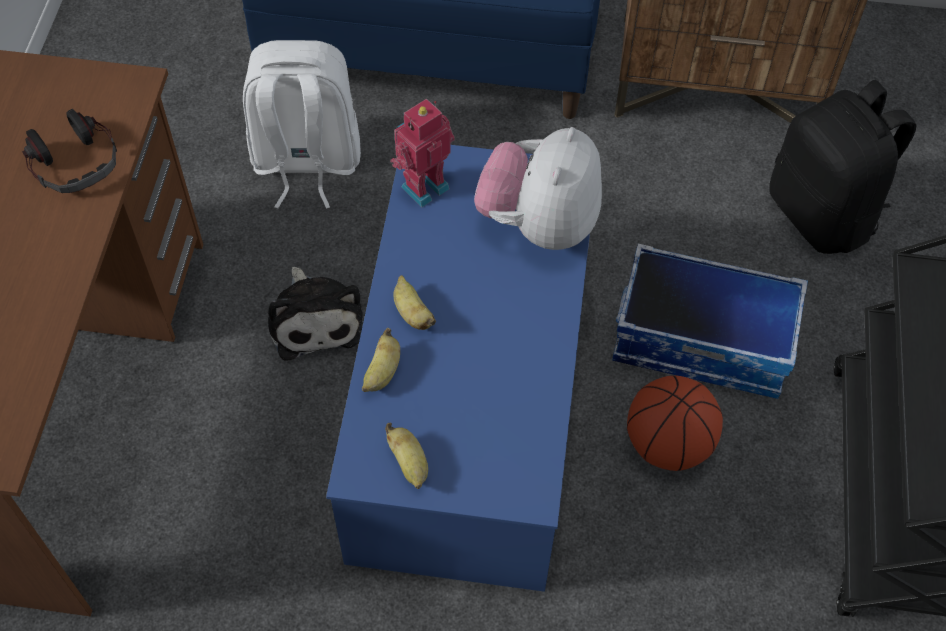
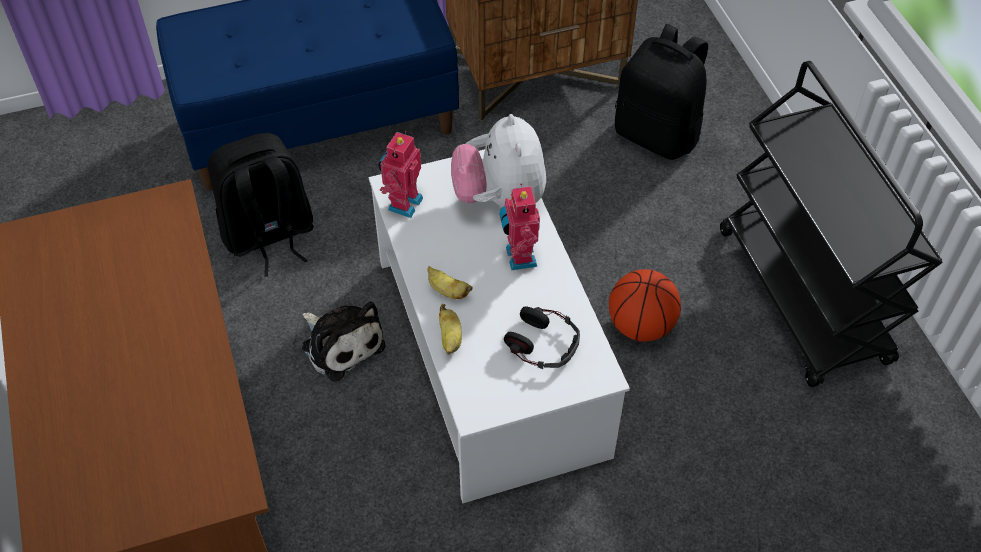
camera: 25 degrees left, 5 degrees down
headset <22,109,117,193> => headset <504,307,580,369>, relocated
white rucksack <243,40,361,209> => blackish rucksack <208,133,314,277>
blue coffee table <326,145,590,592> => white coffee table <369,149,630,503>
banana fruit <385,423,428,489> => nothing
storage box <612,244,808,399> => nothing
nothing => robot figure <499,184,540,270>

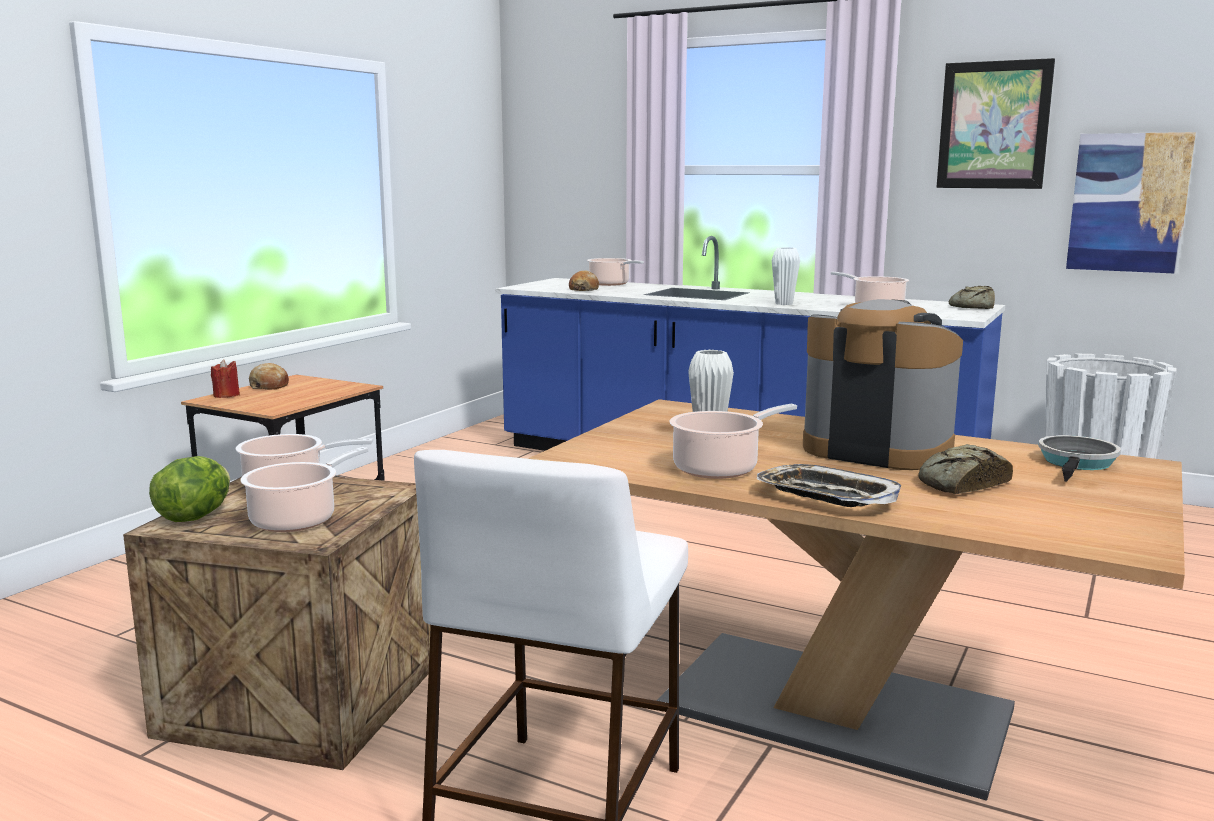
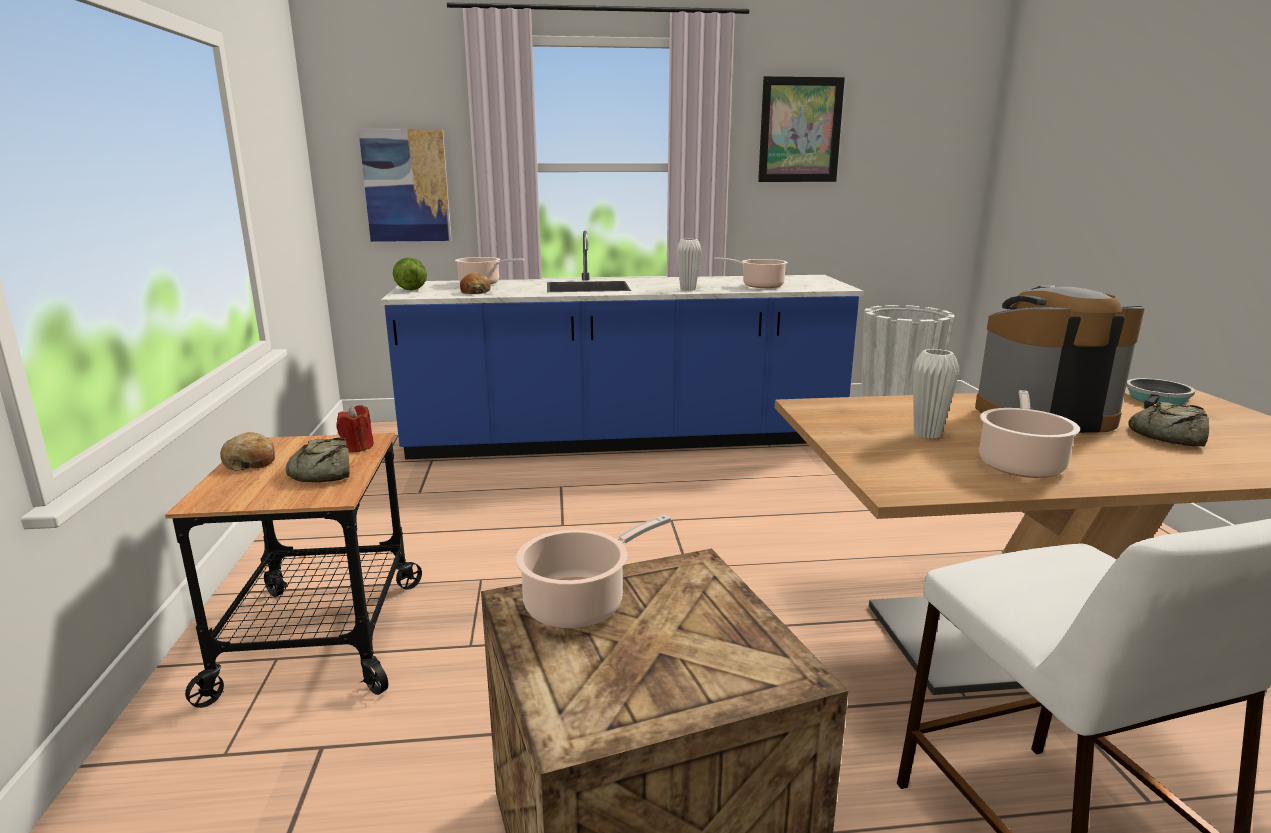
camera: 35 degrees left, 5 degrees up
lettuce <149,456,230,522> => lettuce <393,257,427,290>, relocated
red-coloured wax candle <211,359,240,398> => red-coloured wax candle <336,405,374,452>, relocated
saucepot <240,447,369,532> => nothing
serving tray <757,464,901,507> => nothing
bakery bread <949,286,995,309> => bakery bread <286,438,350,482>, relocated
pan <1039,435,1121,482> => pan <1126,378,1195,409>, 45 degrees clockwise
wall art <1066,132,1196,274> => wall art <358,129,451,242>, relocated

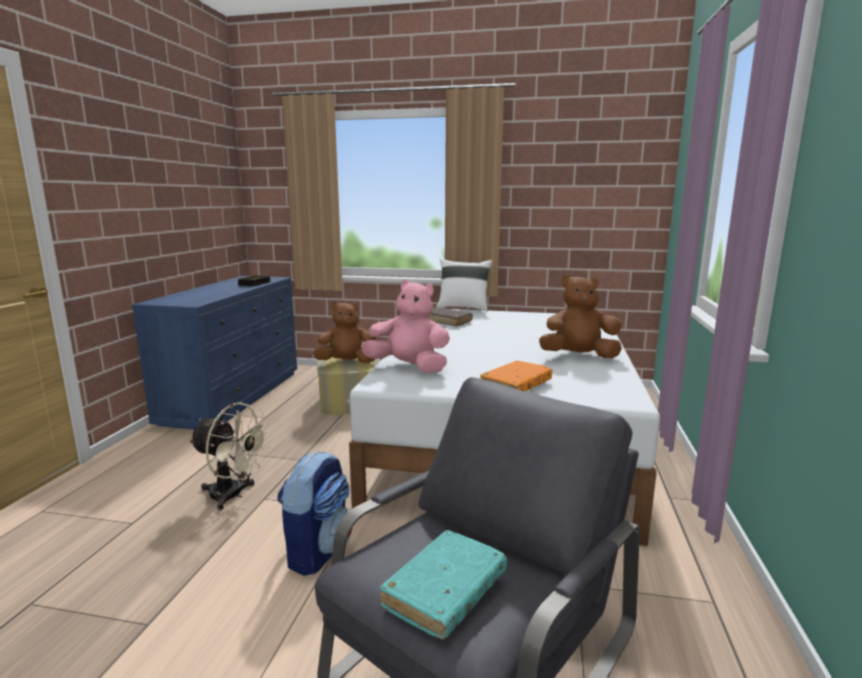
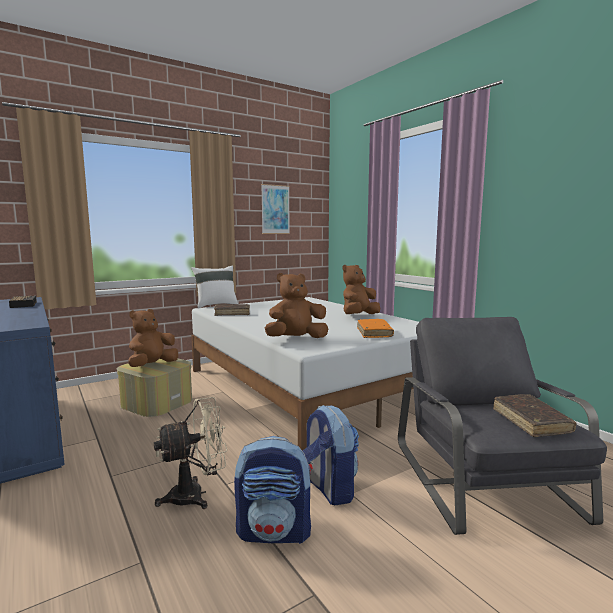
camera: 45 degrees left, 5 degrees down
pink-coloured plush toy <361,280,450,373> => brown-coloured plush toy <265,273,328,338>
turquoise-coloured volume <379,530,507,640> => brown-coloured volume <493,394,576,437>
nothing => rucksack <234,436,313,544>
nothing => wall art <261,184,290,234>

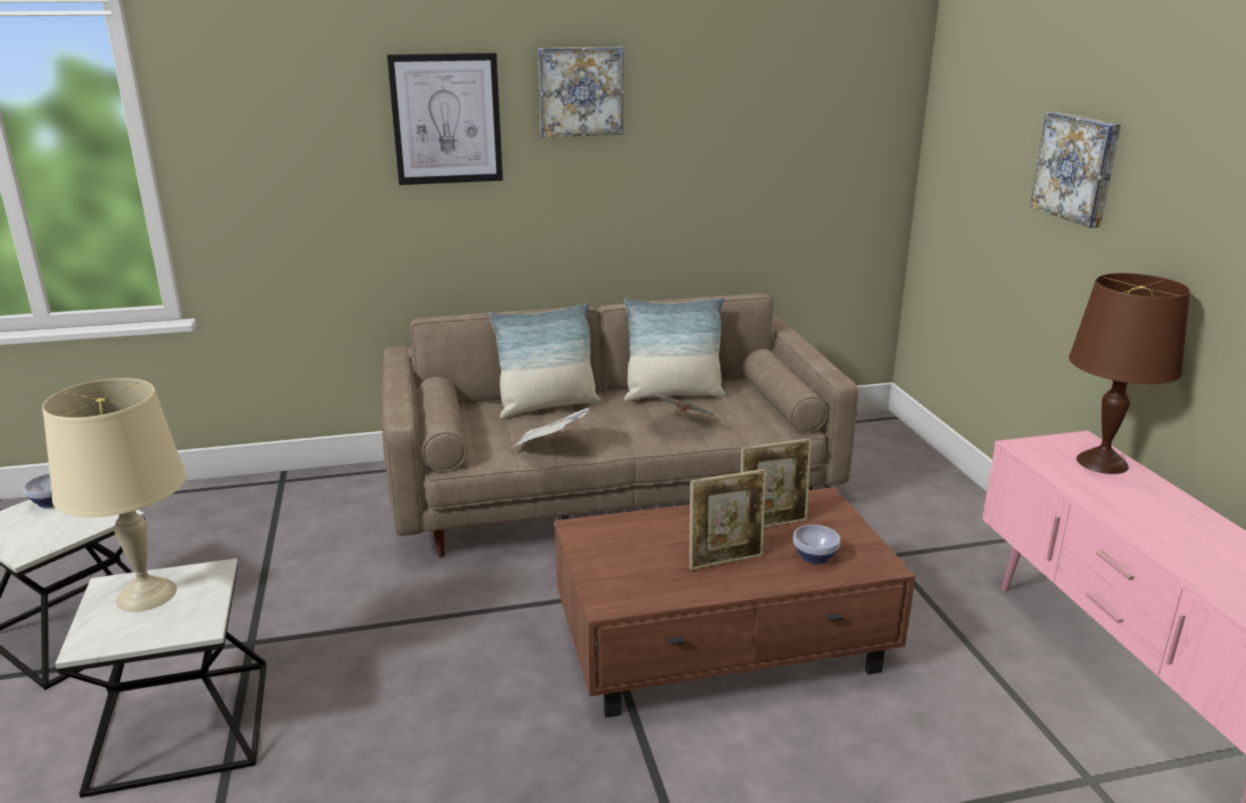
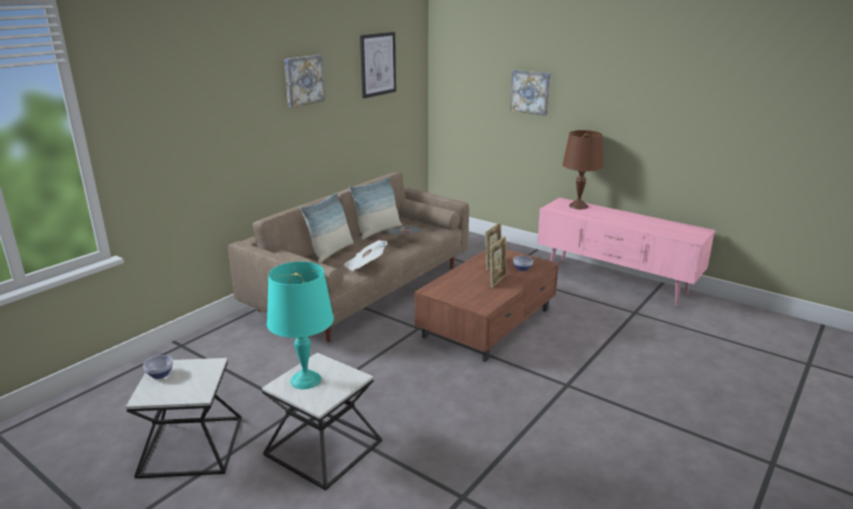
camera: 40 degrees left, 0 degrees up
beige lamp for a table <42,378,186,612> => turquoise-coloured lamp for a table <267,261,334,389>
wall art <387,53,503,185> => wall art <360,32,396,98>, relocated

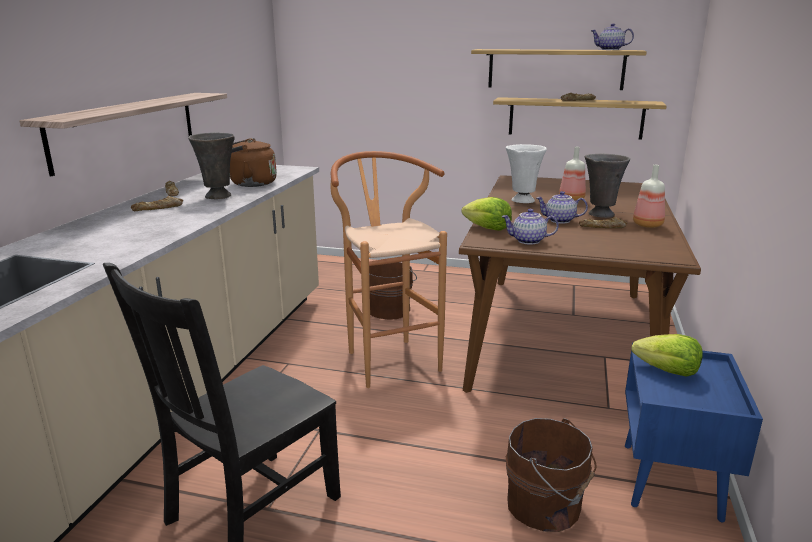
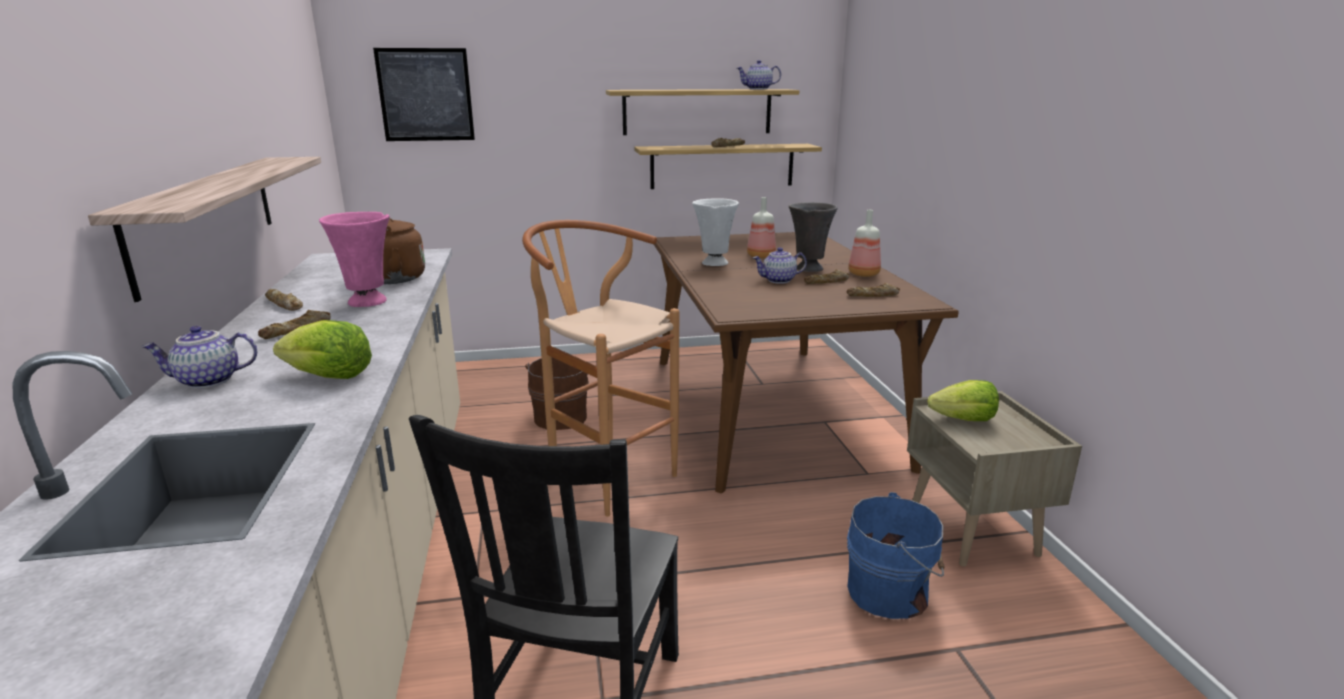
camera: 25 degrees left, 0 degrees up
gray flower vase <188,133,235,200> => pink-coloured flower vase <319,212,389,307>
lettuce <462,197,512,231> => lettuce <273,320,372,379>, relocated
tea pot <501,209,559,245> => tea pot <142,326,257,389>, relocated
brown-coloured pail <506,418,597,532> => blue pail <847,492,944,619>
blue night table <625,343,763,522> => beige night table <907,391,1082,566>
nothing => wall art <373,48,475,141>
nothing => bakery bread <847,283,900,297>

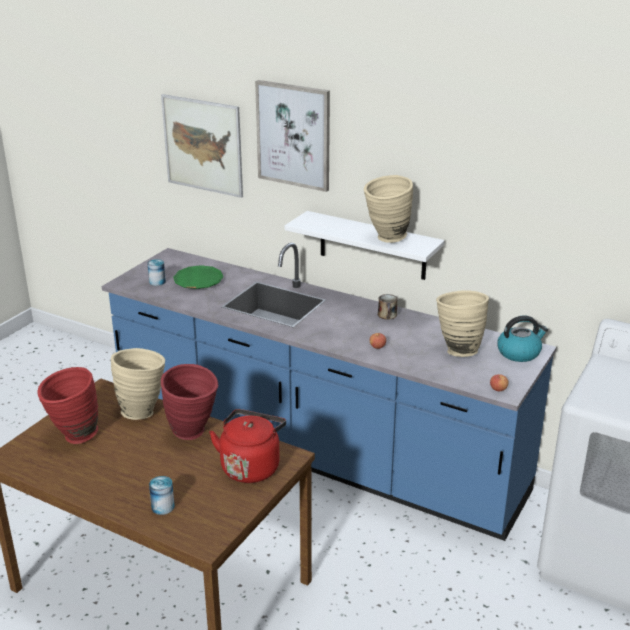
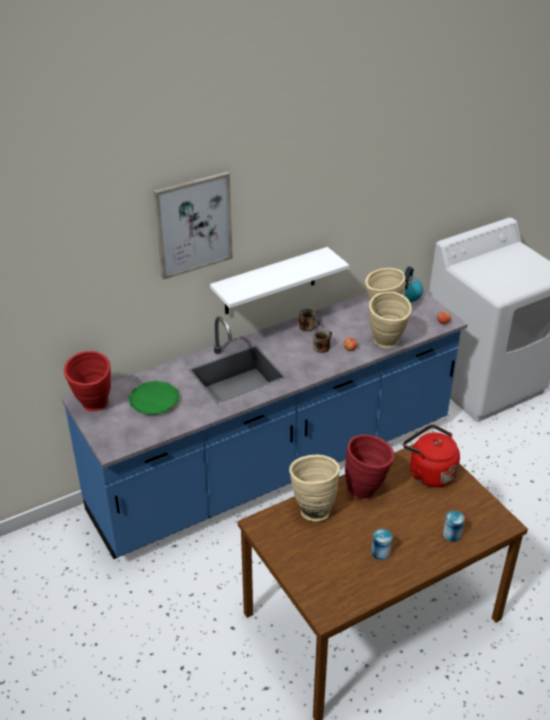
camera: 60 degrees left, 10 degrees up
red-coloured flower vase <37,367,98,444> => red-coloured flower vase <64,351,111,412>, relocated
can <147,259,166,286> => can <372,529,392,560>, relocated
wall art <161,94,243,198> => nothing
beige flower vase <364,175,413,243> => beige flower vase <369,292,412,348>, relocated
nothing => coffee mug <313,329,332,353>

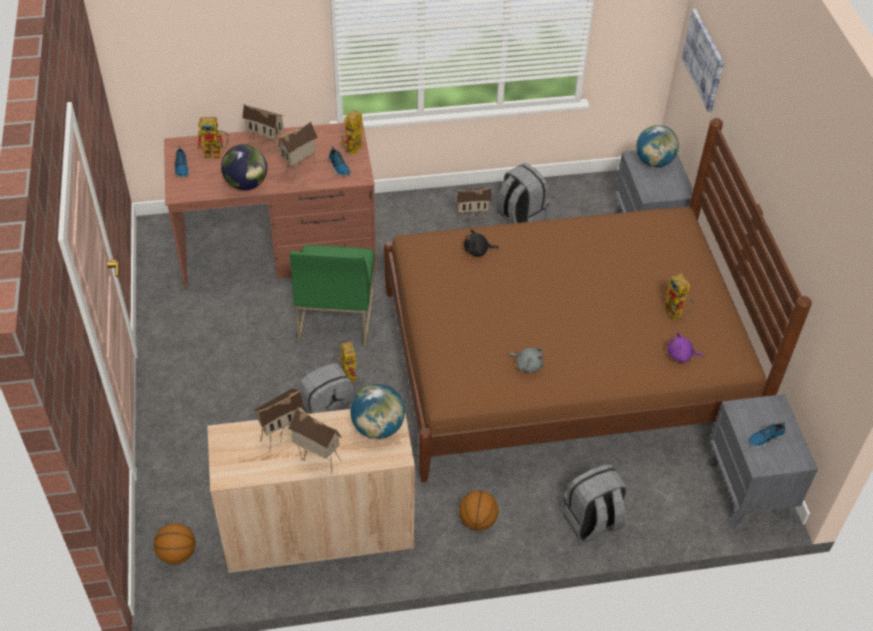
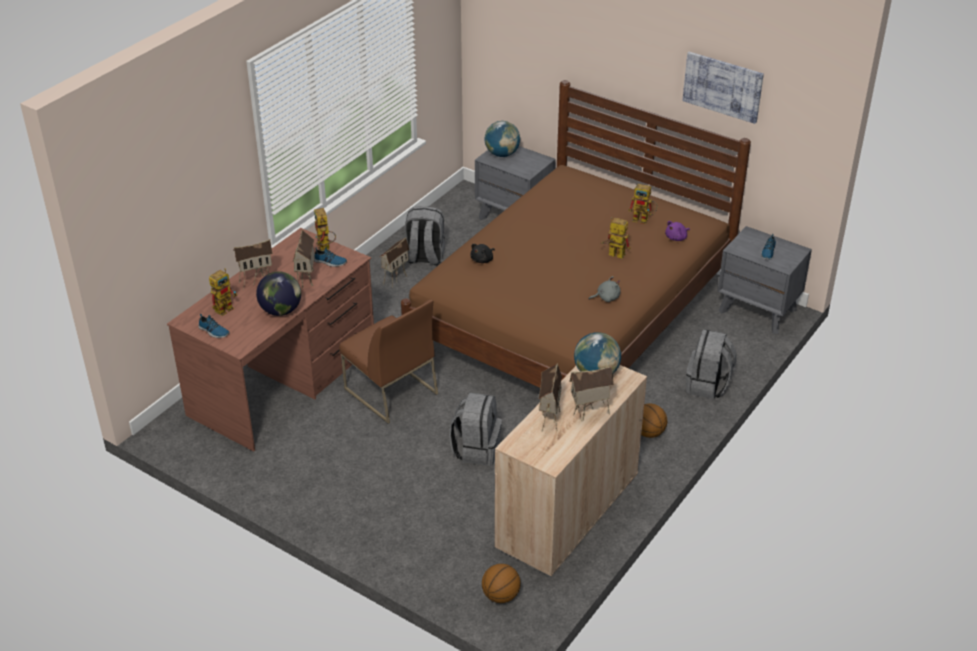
camera: 45 degrees left, 10 degrees down
green chair <290,245,375,346> => brown-coloured chair <339,300,438,424>
robot figure <333,339,358,382> => robot figure <601,217,630,259>, relocated
wall art <682,9,724,112> => wall art <683,52,764,124>, relocated

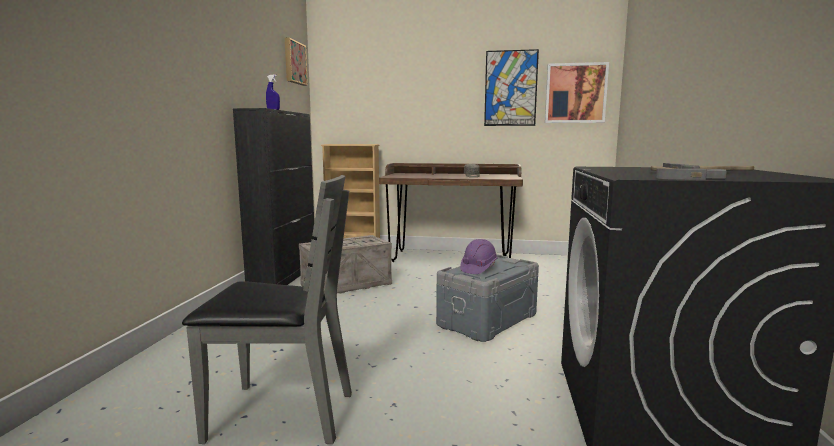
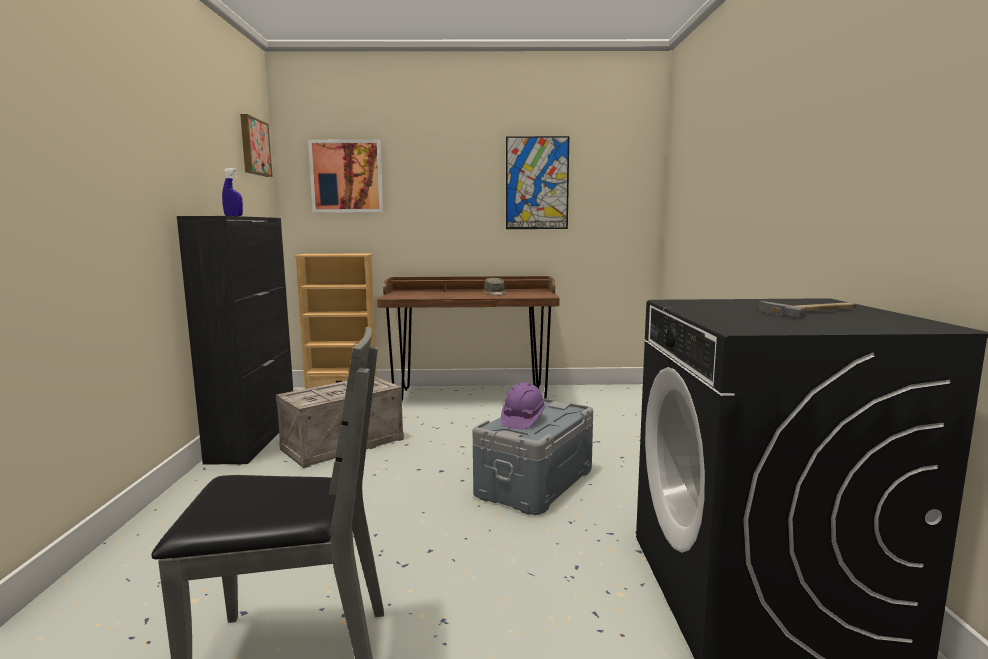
camera: 10 degrees left, 0 degrees up
wall art <545,62,609,123> => wall art <308,139,383,213>, relocated
hammer <651,166,727,180> => nothing

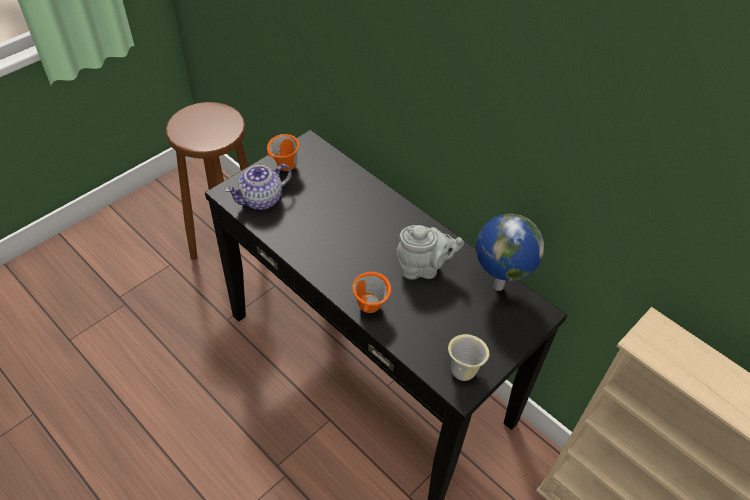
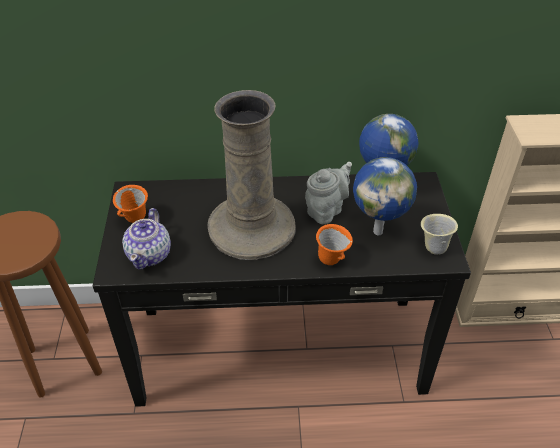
camera: 45 degrees left, 5 degrees down
nothing => beige flower vase <208,90,296,260>
nothing => desk globe <353,157,417,235>

